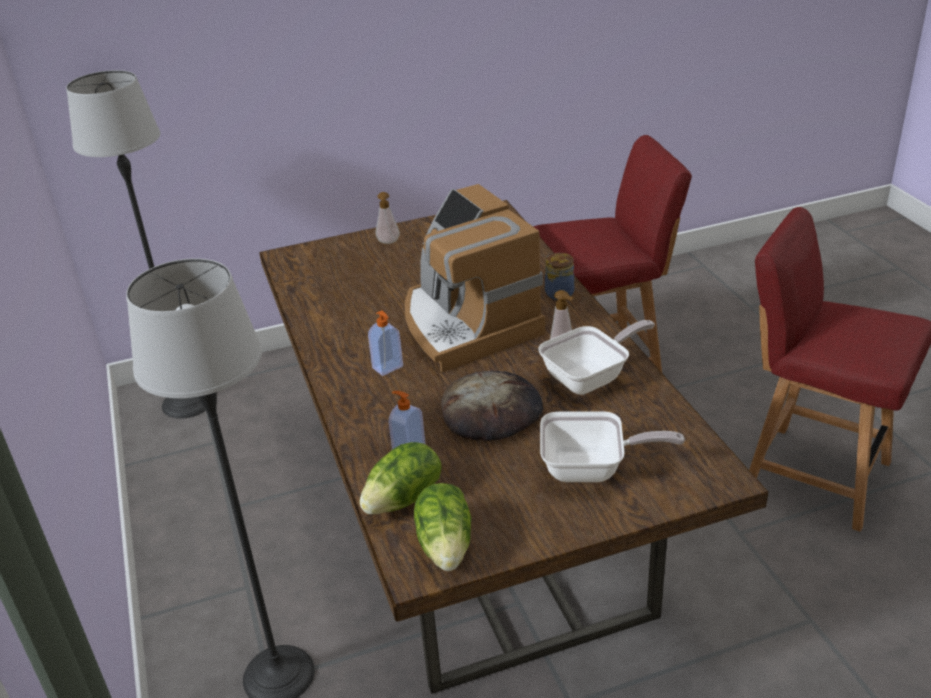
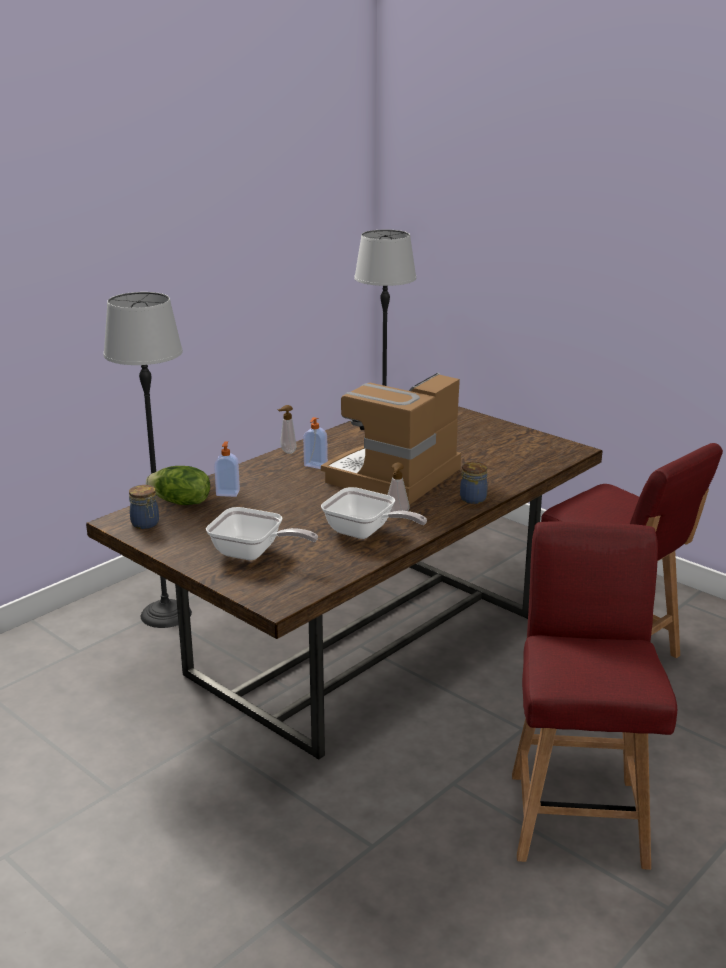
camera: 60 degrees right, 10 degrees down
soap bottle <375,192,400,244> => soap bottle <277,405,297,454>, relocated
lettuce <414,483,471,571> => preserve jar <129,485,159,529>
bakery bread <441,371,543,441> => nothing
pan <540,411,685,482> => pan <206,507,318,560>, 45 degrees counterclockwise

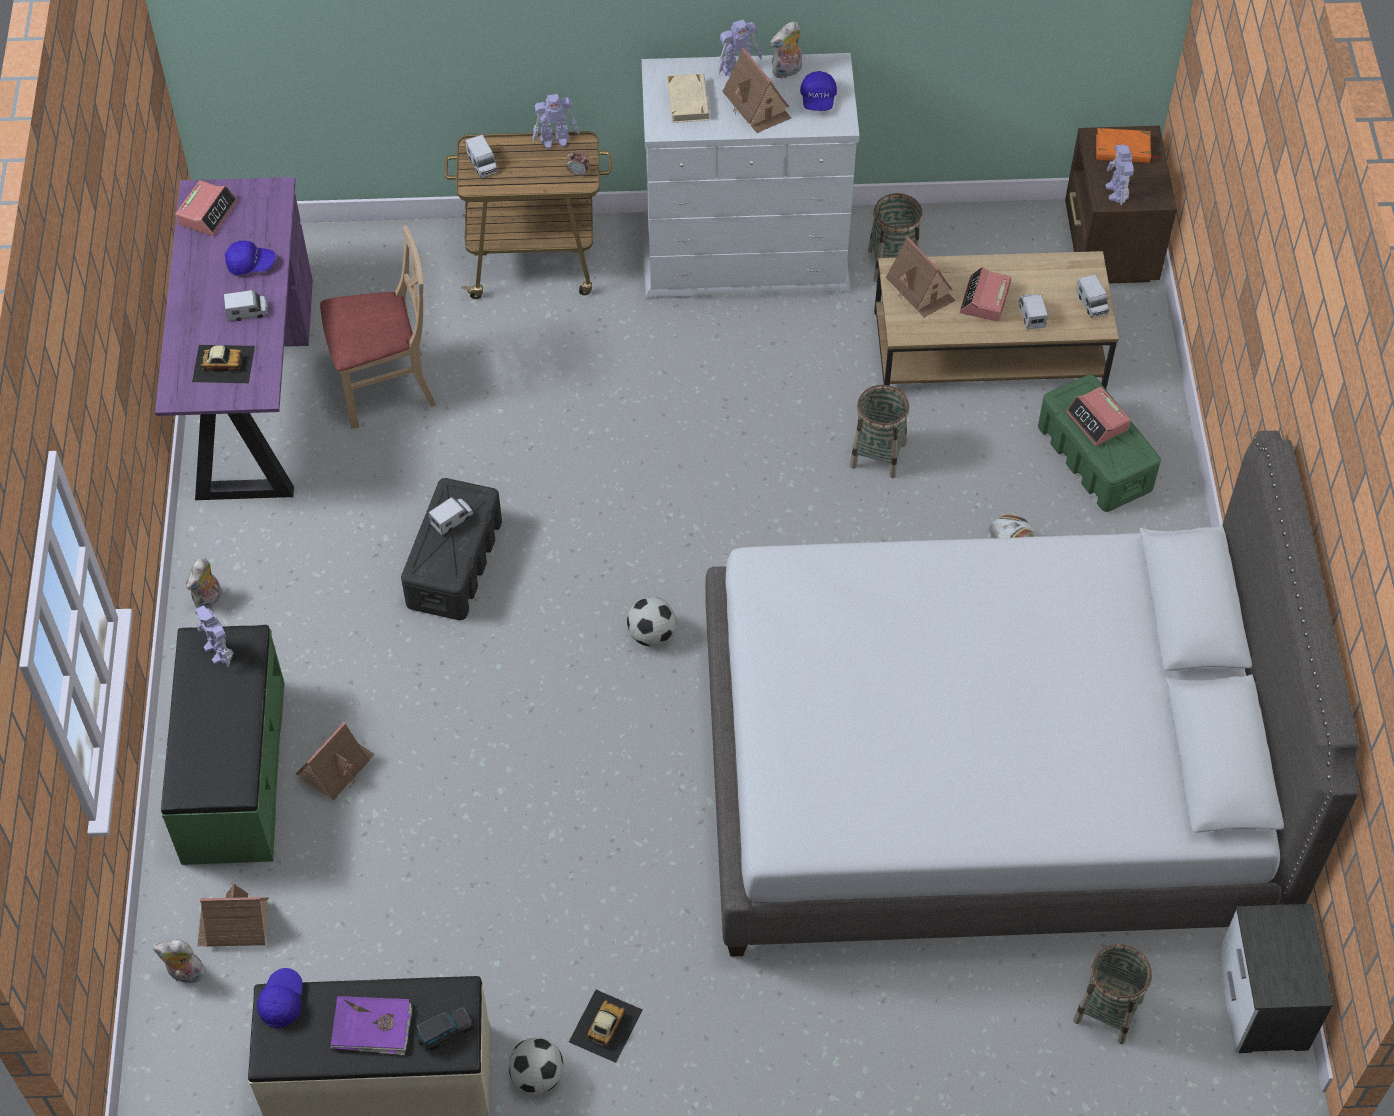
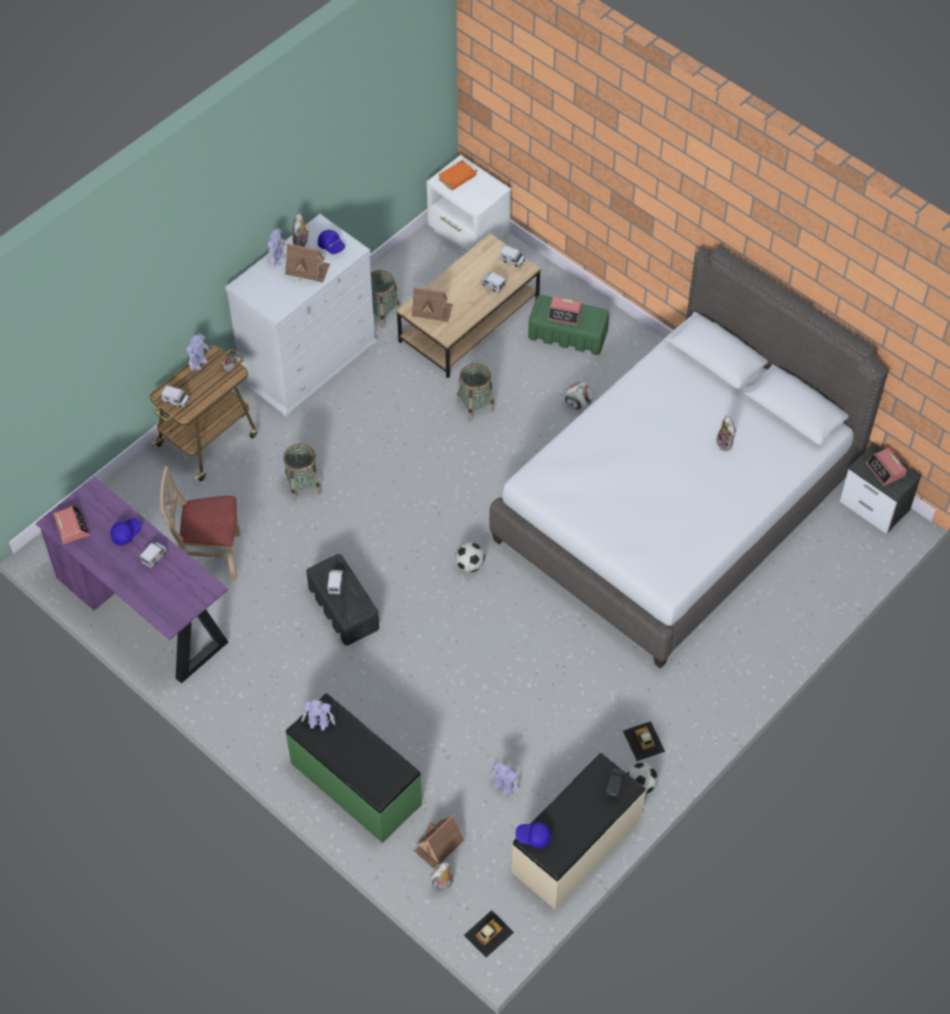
camera: 45 degrees left, 0 degrees up
plush toy <186,558,222,609> => plush toy <716,416,736,451>, relocated
model car <192,345,255,383> => model car <464,910,514,957>, relocated
blue cap <257,968,303,1028> => blue cap <515,822,551,848>, 45 degrees counterclockwise
miniature house <296,722,374,800> => nothing
beige chair <320,225,436,429> => beige chair <160,466,240,580>, 120 degrees counterclockwise
purplish volume <330,996,412,1055> => nothing
beige volume <667,73,710,123> => nothing
alarm clock <960,267,1011,322> => alarm clock <866,448,907,486>, relocated
brown-coloured night table <1065,126,1177,283> => white night table <427,155,511,253>
basket <1073,944,1152,1044> => basket <283,444,321,501>, relocated
robot figure <1106,144,1134,205> => robot figure <489,763,518,795>, relocated

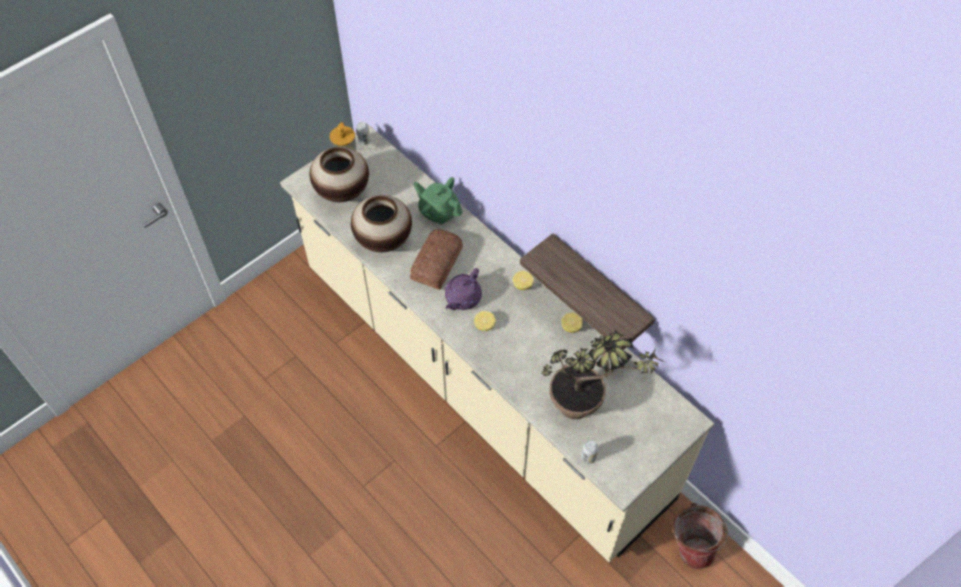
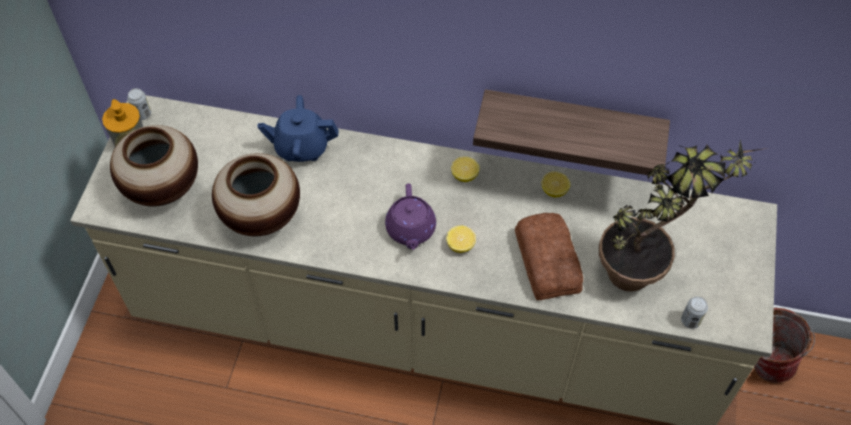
camera: 35 degrees left, 0 degrees up
bakery bread <410,229,463,290> => bakery bread <515,213,583,300>, relocated
green tea pot <413,177,463,224> => blue tea pot <258,95,339,162>

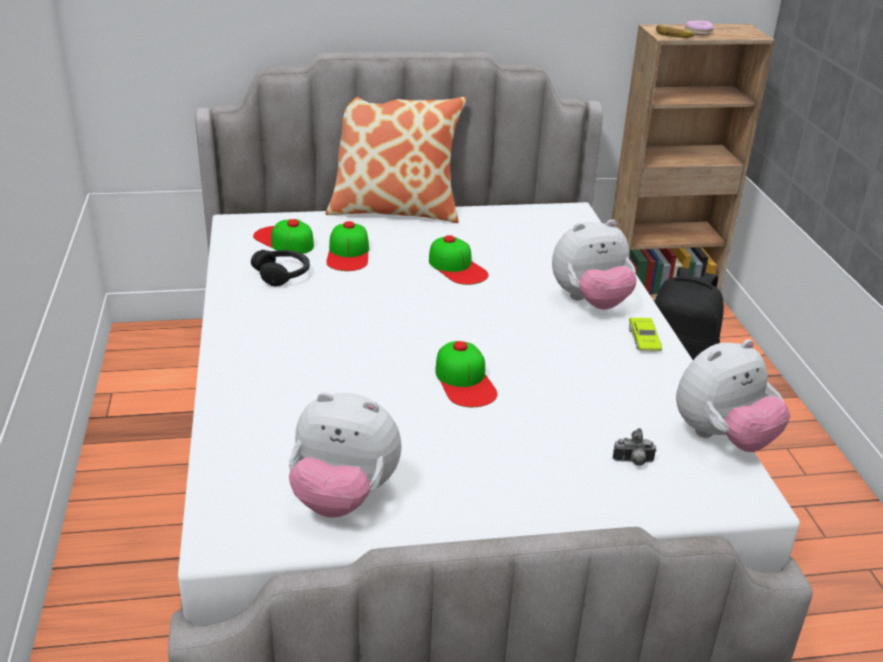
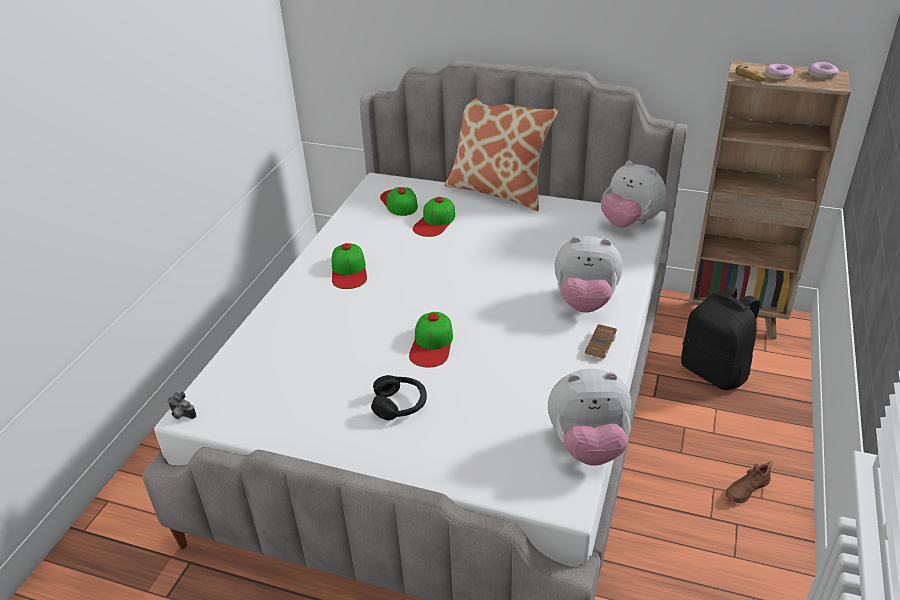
camera: 30 degrees right, 5 degrees up
blackish headset <251,250,310,286> => blackish headset <371,375,427,420>, relocated
plush toy <289,392,402,518> => plush toy <601,161,667,228>, relocated
cap <429,235,489,285> => cap <332,243,367,289>, relocated
photo camera <613,428,657,466> => photo camera <168,391,197,419>, relocated
green model car <629,318,662,351> => brown-coloured model car <584,324,617,359>
nothing => brown-coloured shoe <726,461,773,503>
nothing => doughnut <808,62,839,79>

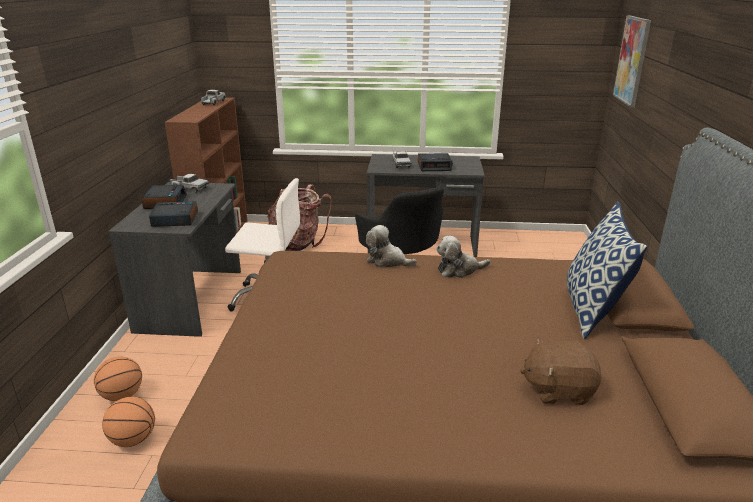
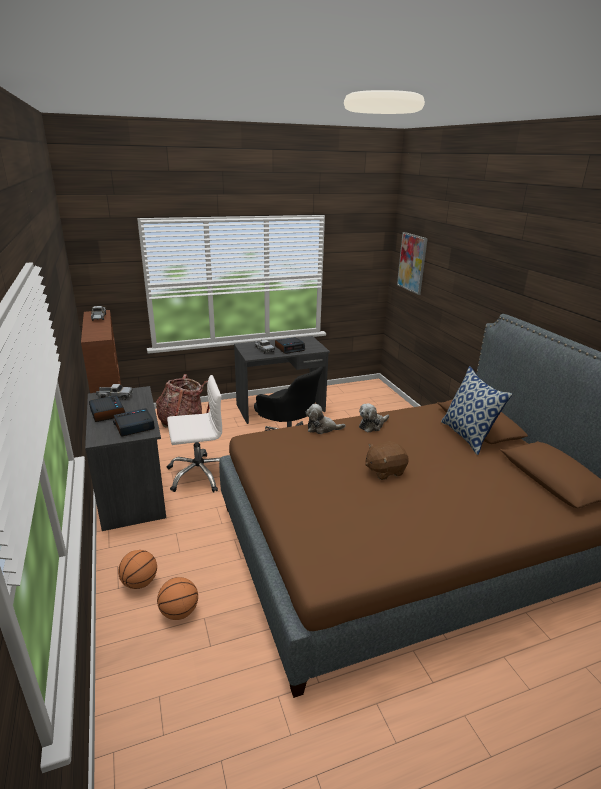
camera: 25 degrees left, 0 degrees up
brown-coloured plush toy <520,337,602,405> => brown-coloured plush toy <365,441,409,480>, relocated

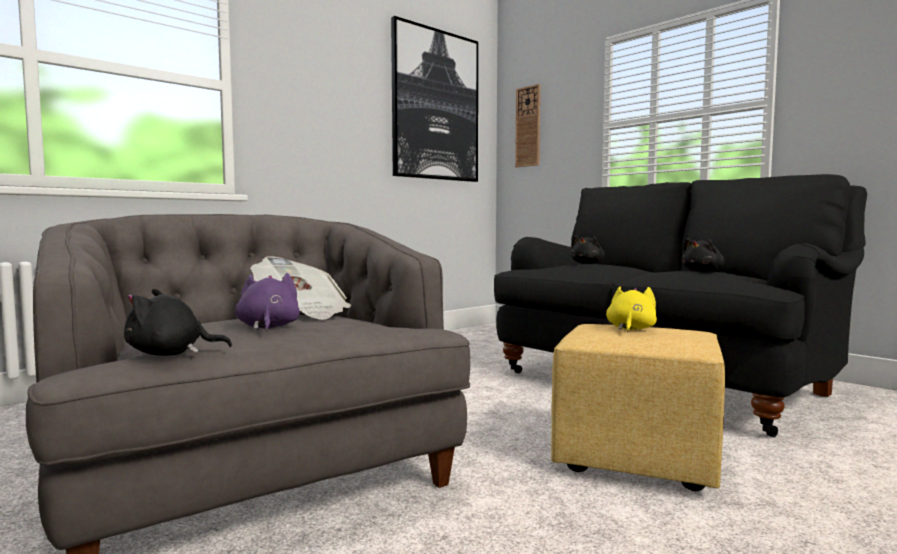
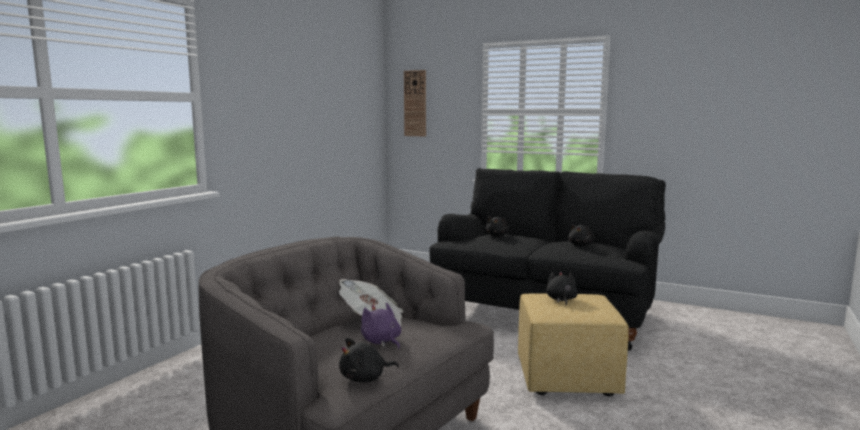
camera: 20 degrees left, 5 degrees up
wall art <391,16,478,182> => nothing
yellow-coloured plush toy <606,286,657,332> => blackish plush toy <546,272,578,306>

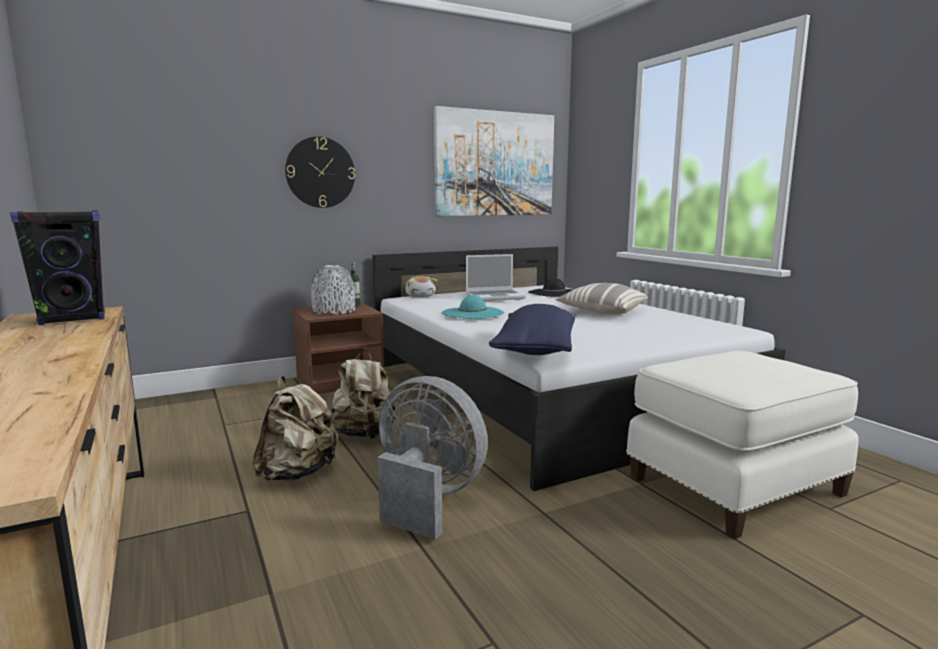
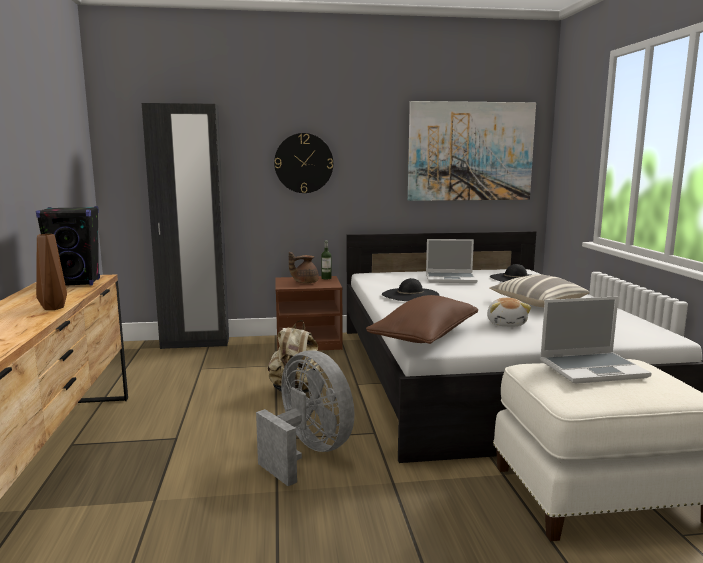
camera: 20 degrees right, 0 degrees up
beige rucksack <252,376,338,481> => nothing
gray flower vase <311,265,355,314> => brown-coloured tea pot <289,252,319,283>
plush toy <405,276,437,297> => plush toy <487,298,531,326>, relocated
turquoise-coloured clothing hat <442,295,504,319> => blackish clothing hat <382,278,440,301>
blue cushion <489,304,575,355> => brown-coloured cushion <366,295,478,344>
nothing => brown-coloured flower vase <36,234,67,310>
nothing => blackish armoire <142,103,229,349>
nothing => laptop <540,296,652,384>

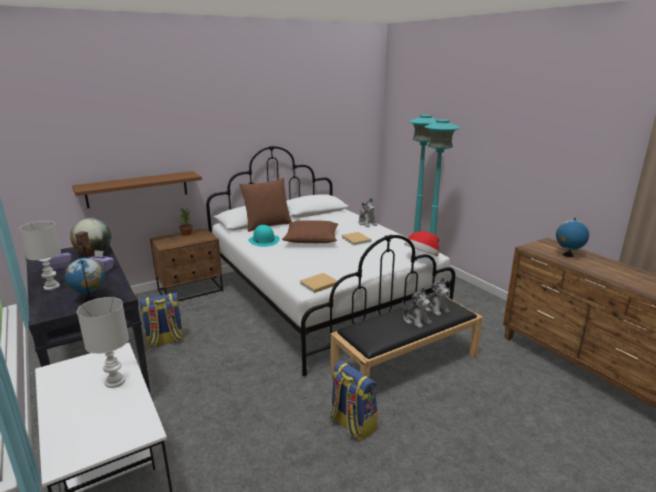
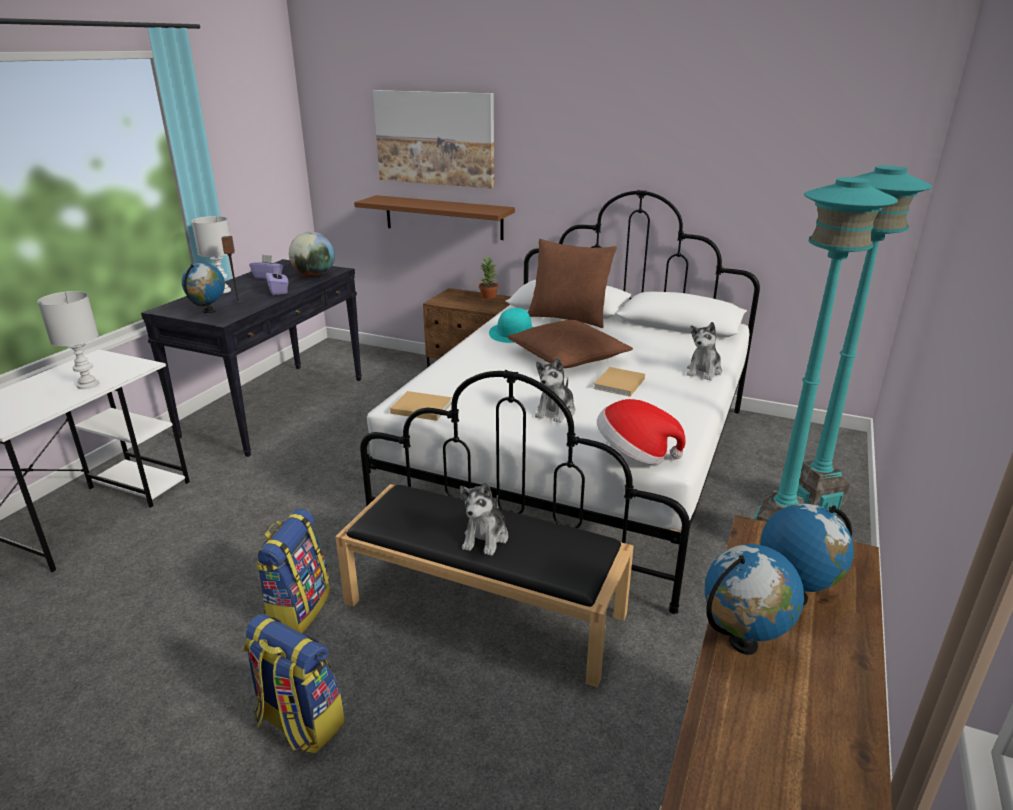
camera: 55 degrees right, 5 degrees up
rucksack <140,293,184,348> => rucksack <244,614,345,753>, relocated
plush toy <424,277,450,316> => plush toy <535,358,575,423>, relocated
nothing => wall art <373,90,494,189>
nothing => desk globe <705,544,804,655>

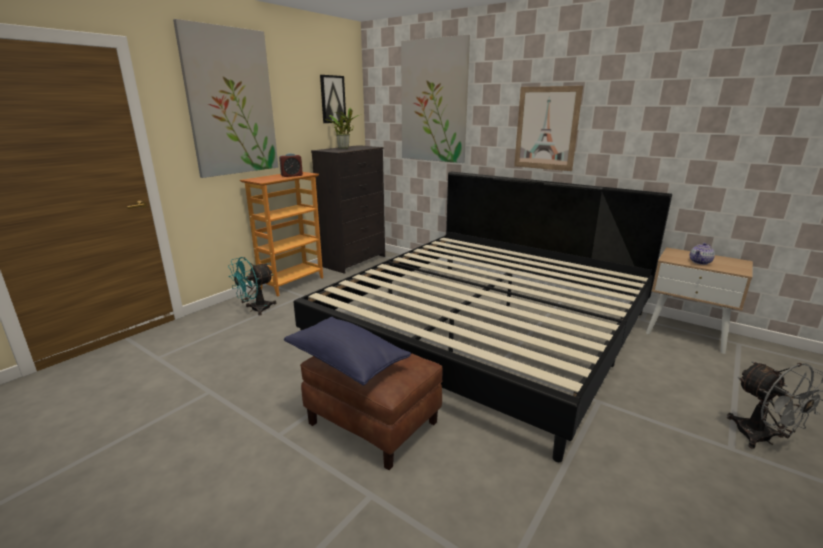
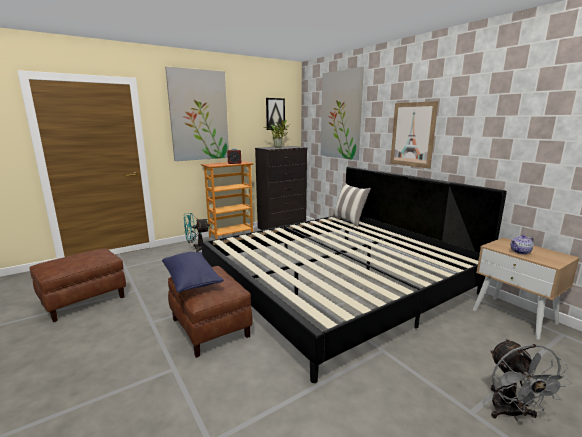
camera: 20 degrees right, 5 degrees down
nothing => brown-coloured pouffe <29,248,126,322>
nothing => cushion <332,182,371,227>

